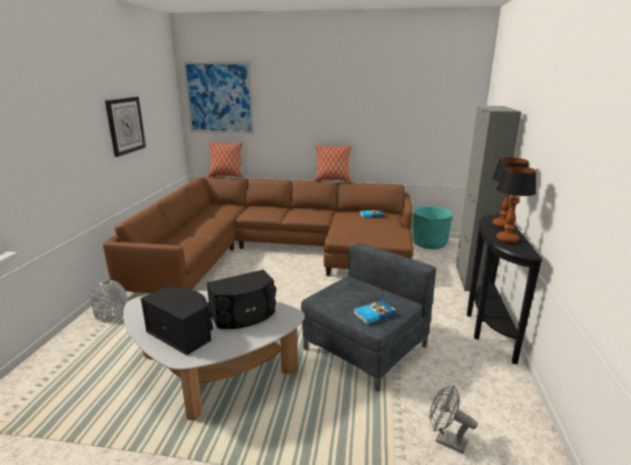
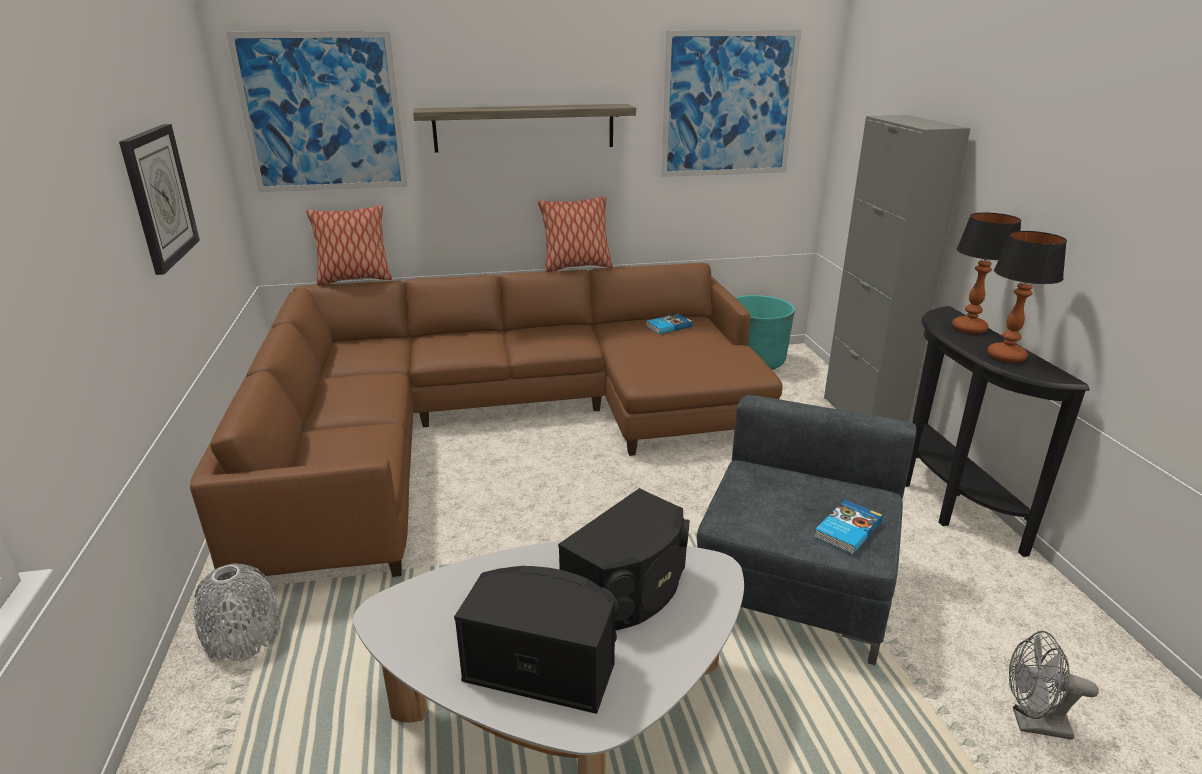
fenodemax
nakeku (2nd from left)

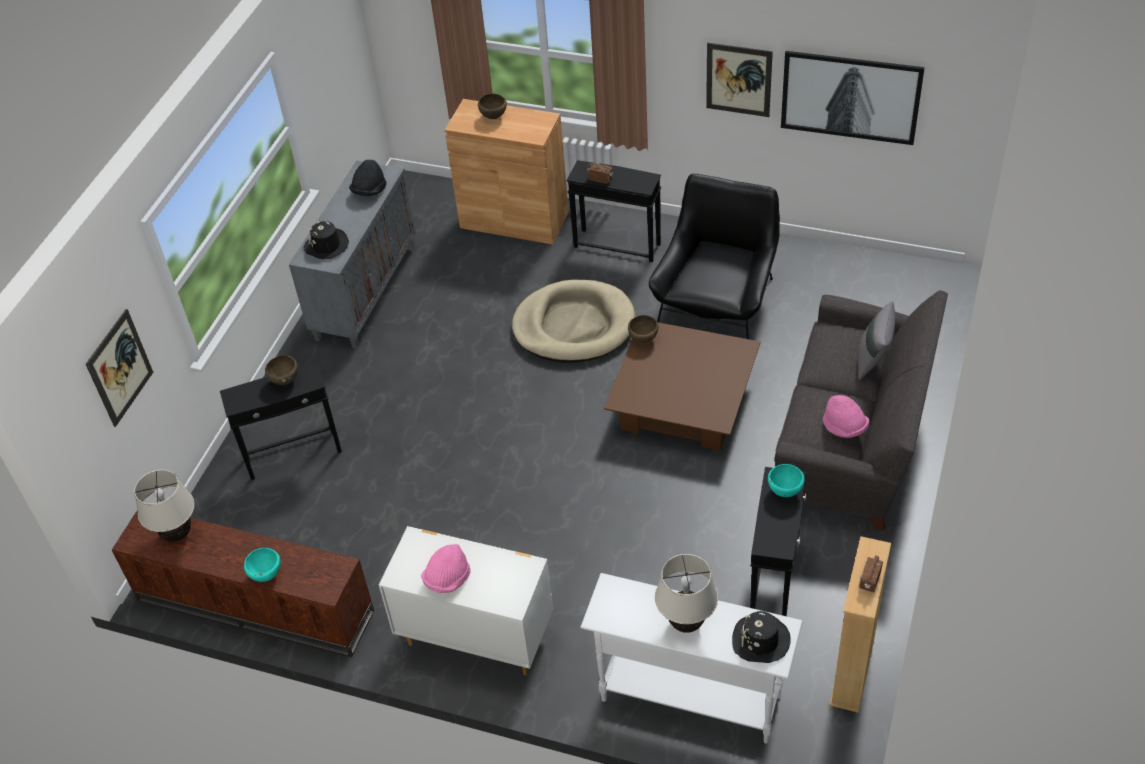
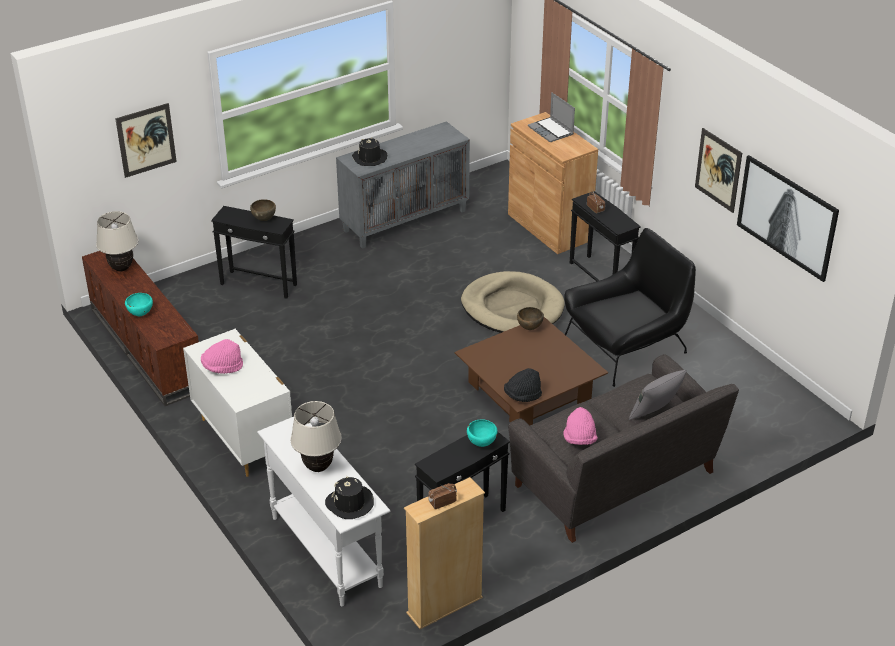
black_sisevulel (3rd from left)
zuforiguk

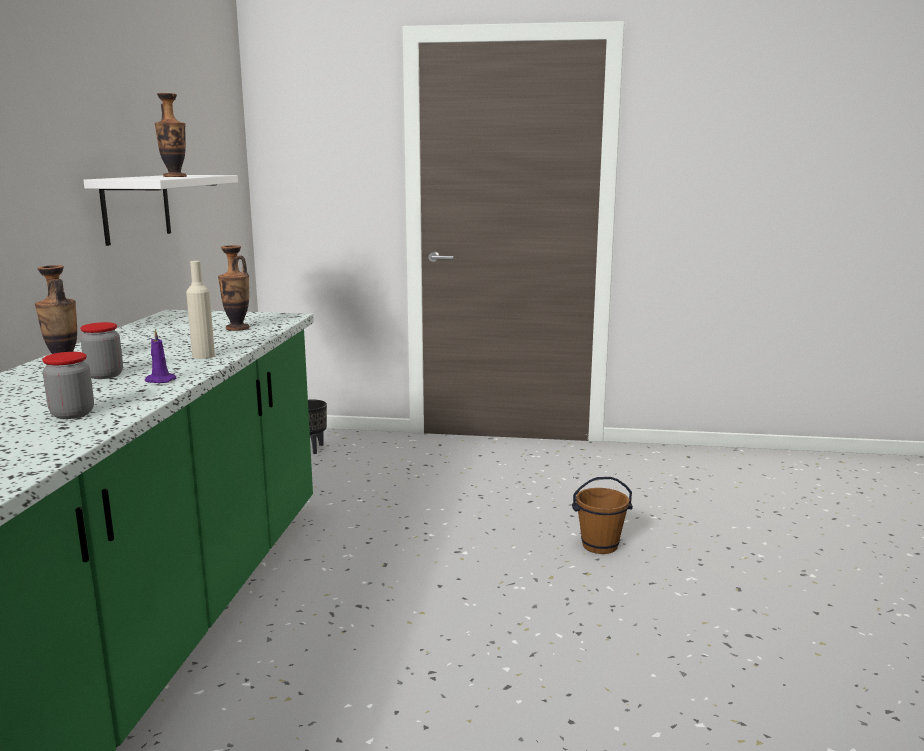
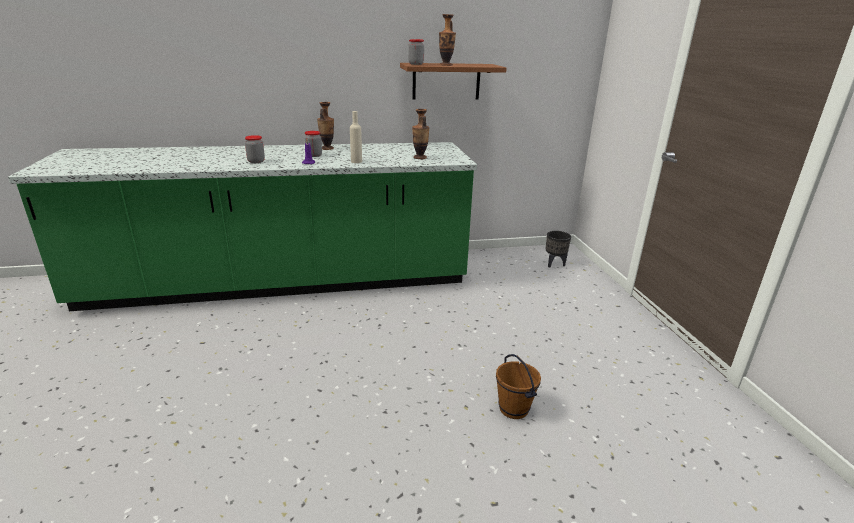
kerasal (3rd from left)
brown_fenodemax

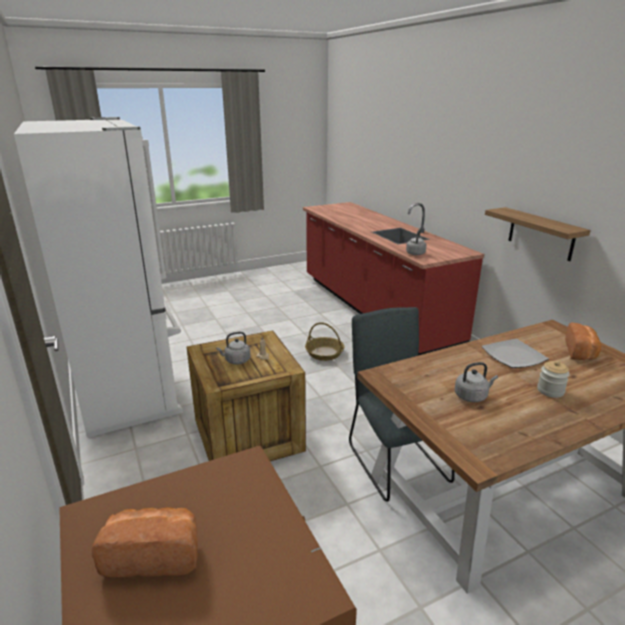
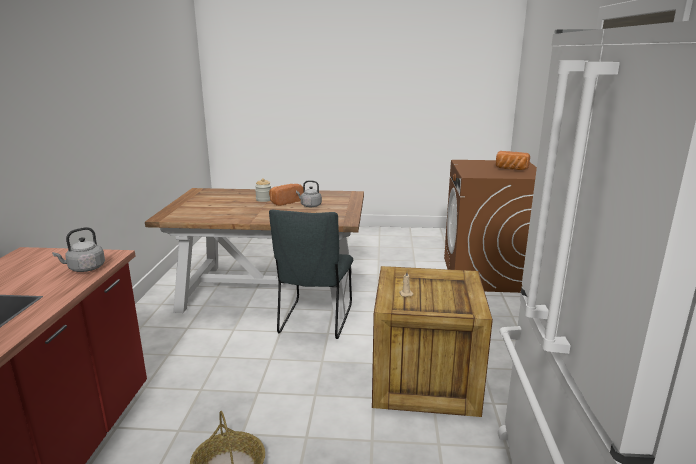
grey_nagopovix (1st from left in the first image)
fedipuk
fenodemax
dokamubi (1st from left)

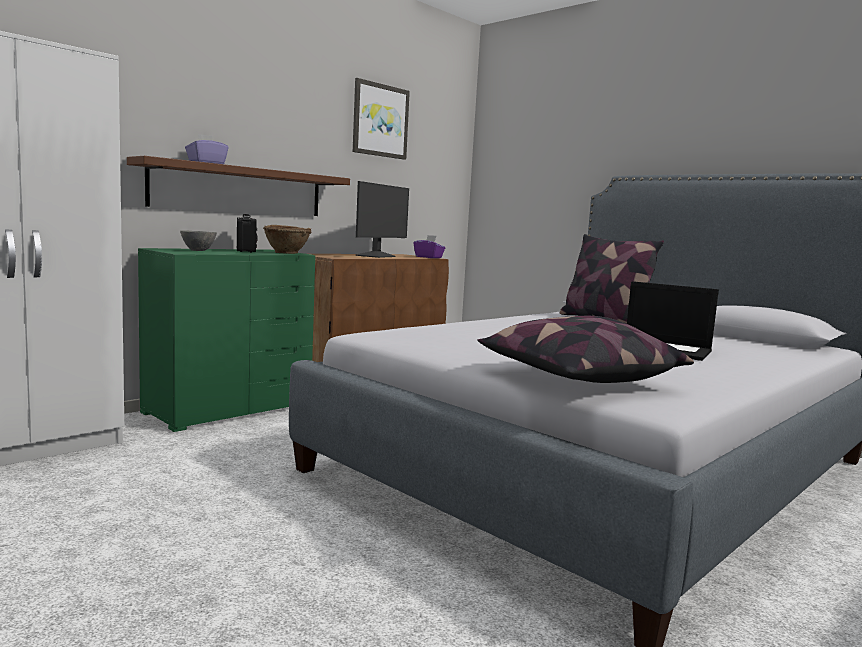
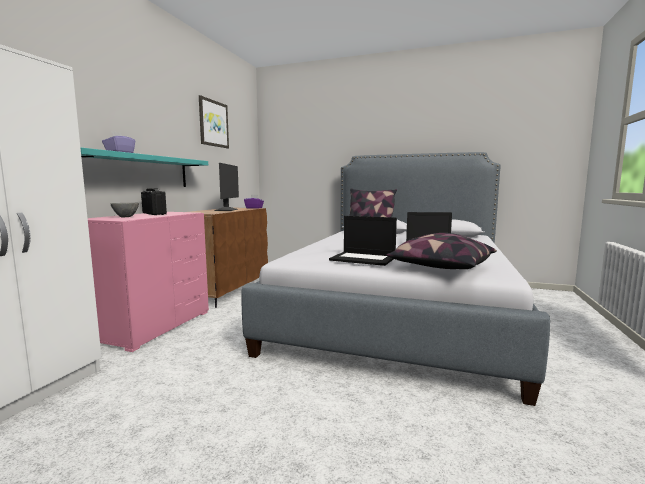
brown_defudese
zuforiguk (1st from left)
turquoise_fenodemax
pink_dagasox

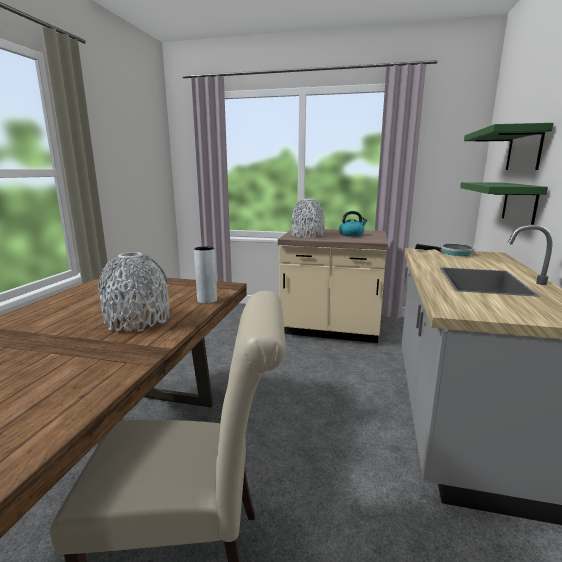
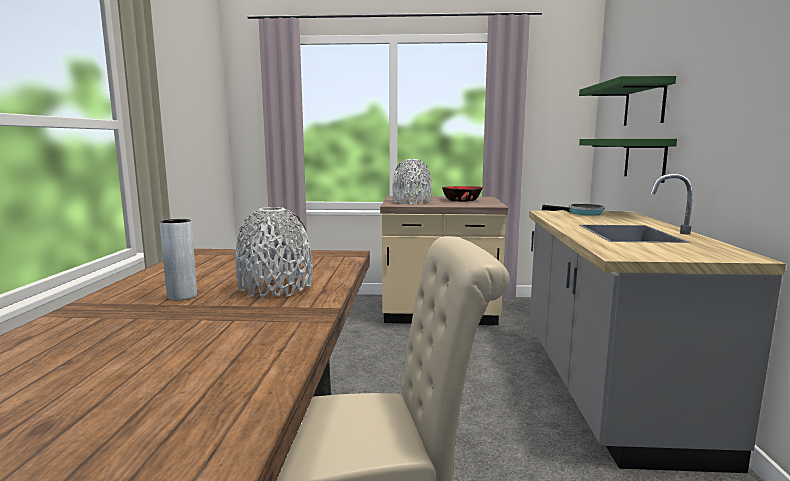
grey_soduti (1st from left)
defudese

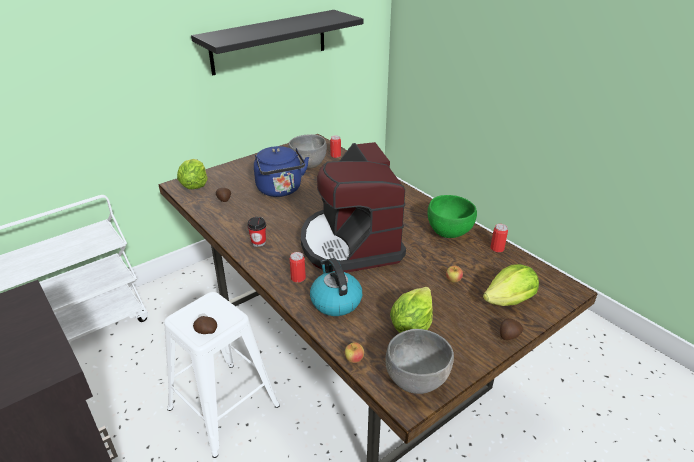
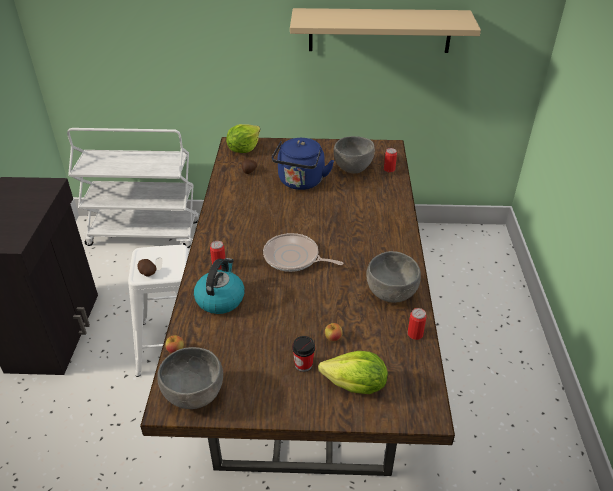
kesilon (2nd from left in the first image)
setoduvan (3rd from left in the first image)
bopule
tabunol
beige_fenodemax
grey_defudese (3rd from left)

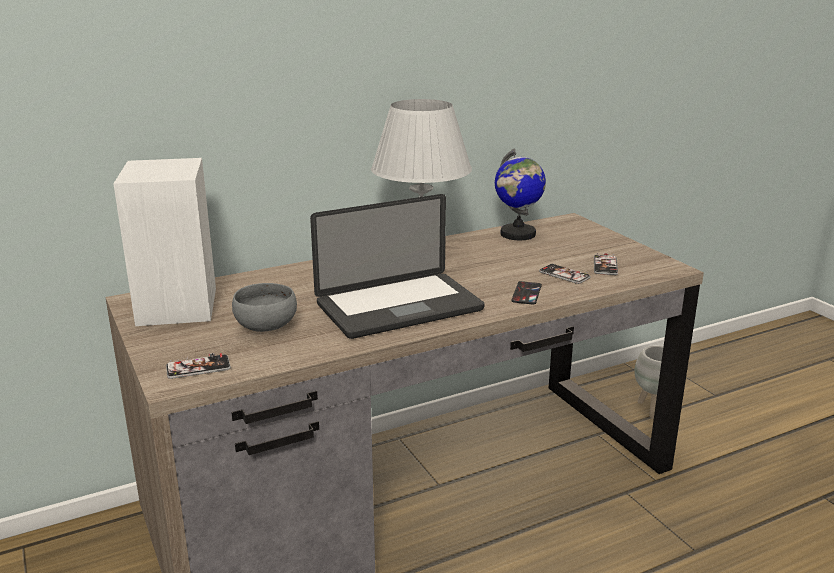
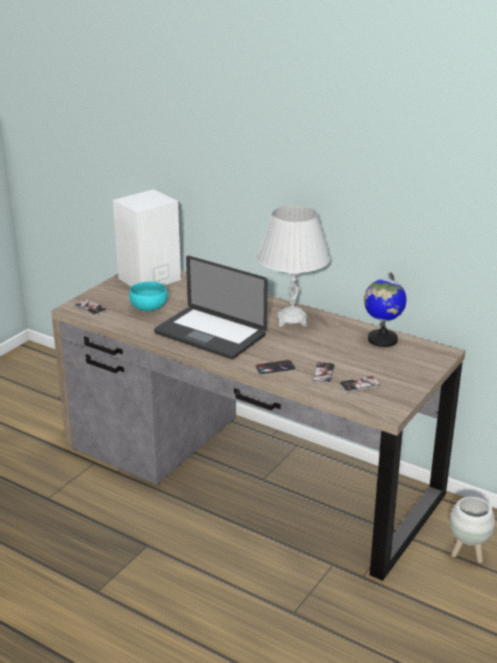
turquoise_defudese

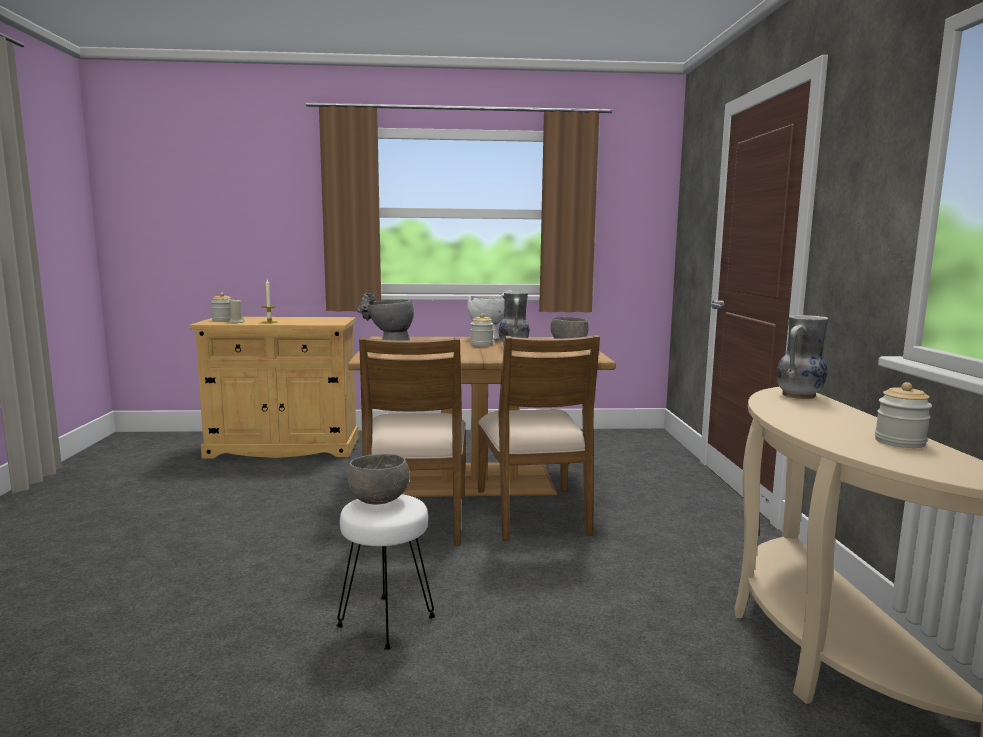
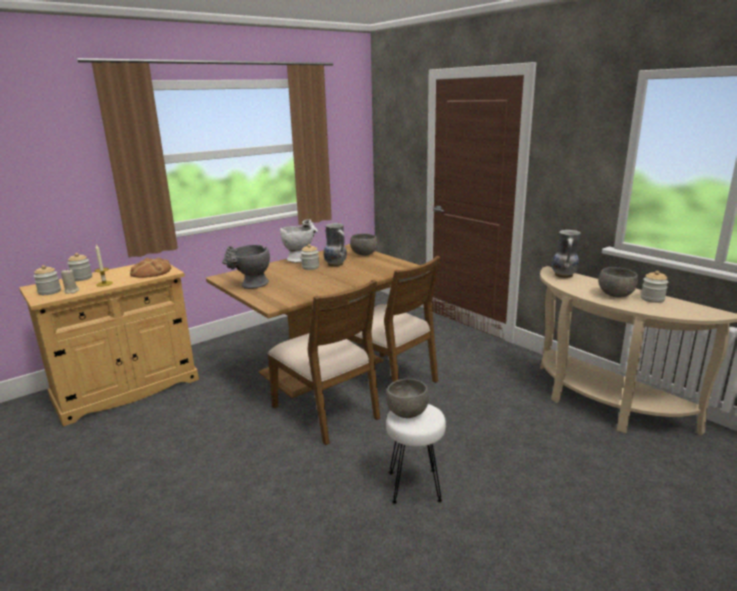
kerasal (2nd from left)
dokamubi
grey_defudese (3rd from left)

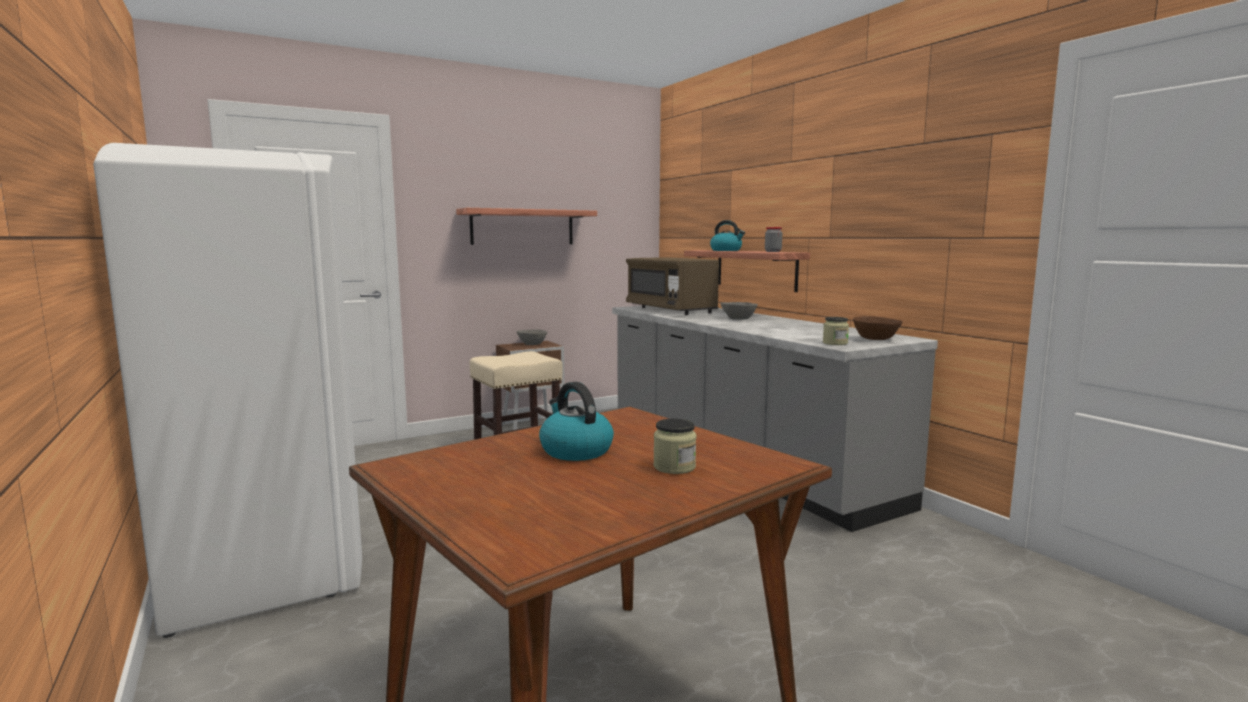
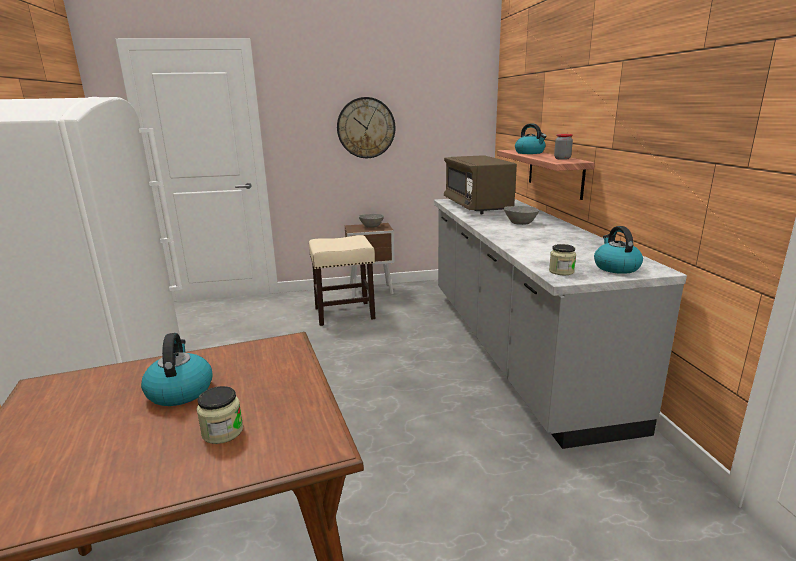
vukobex
nagopovix (3rd from left)

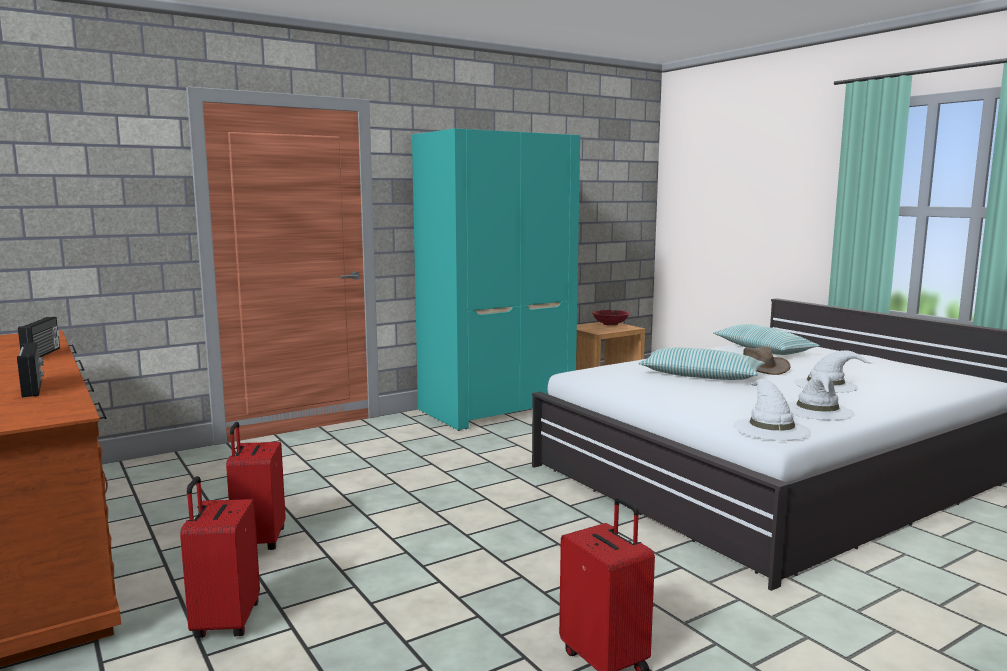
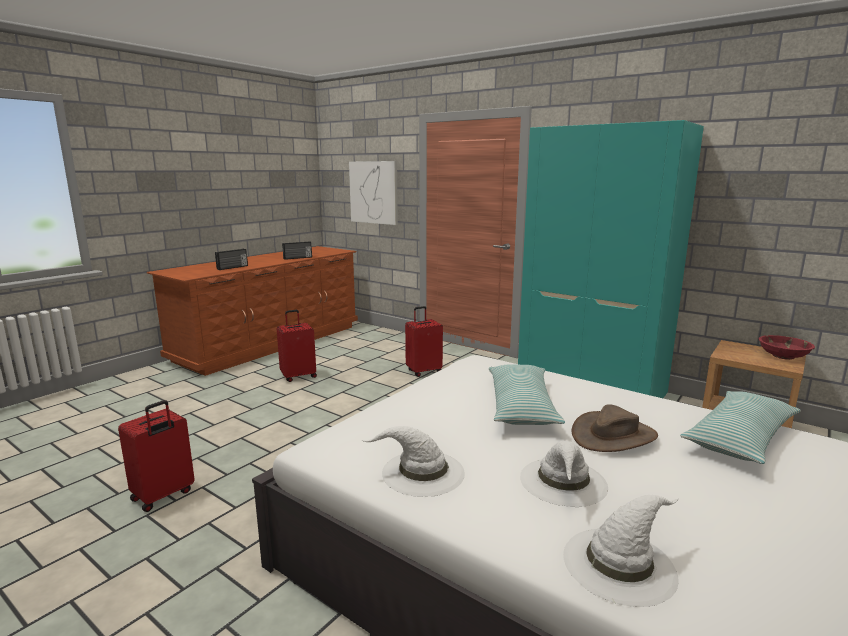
nakeku
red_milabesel (3rd from left)
white_sisevulel (3rd from left)

